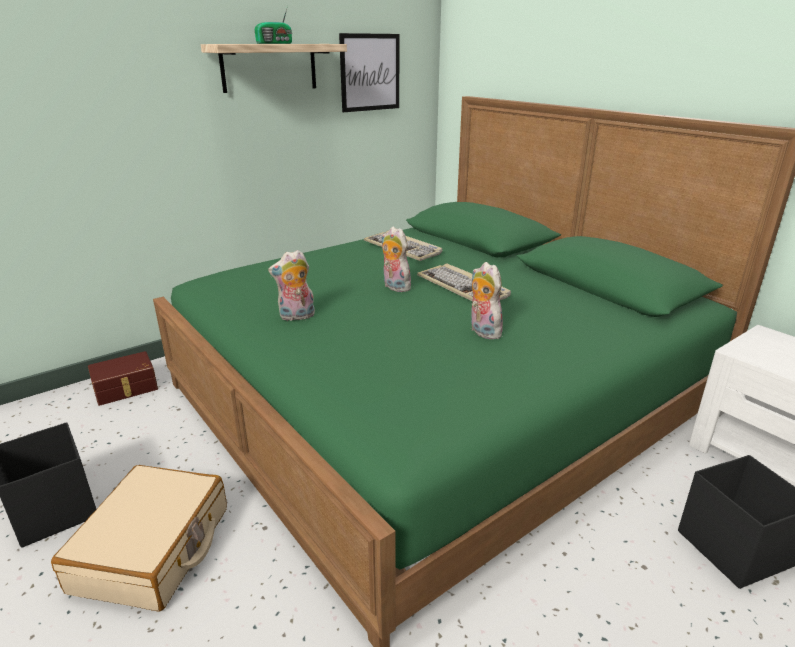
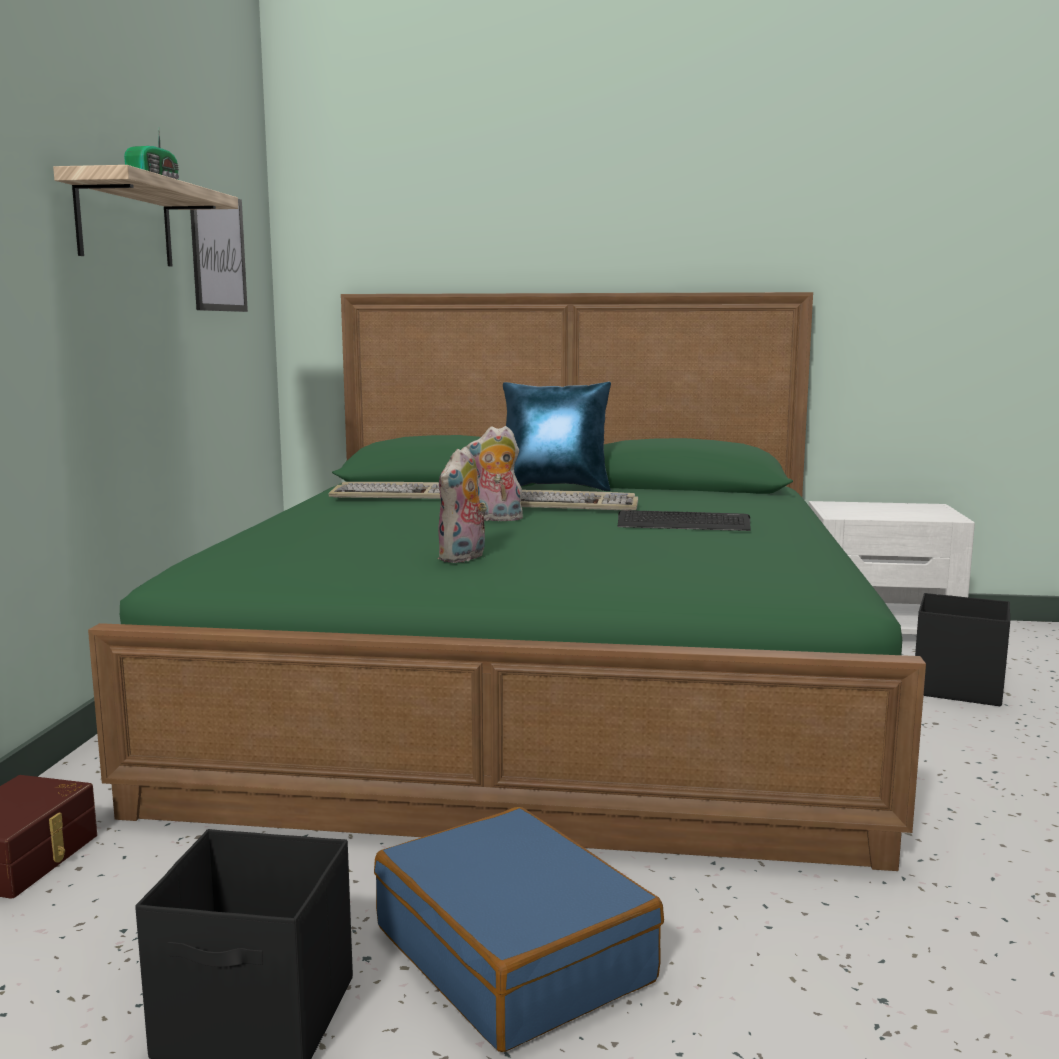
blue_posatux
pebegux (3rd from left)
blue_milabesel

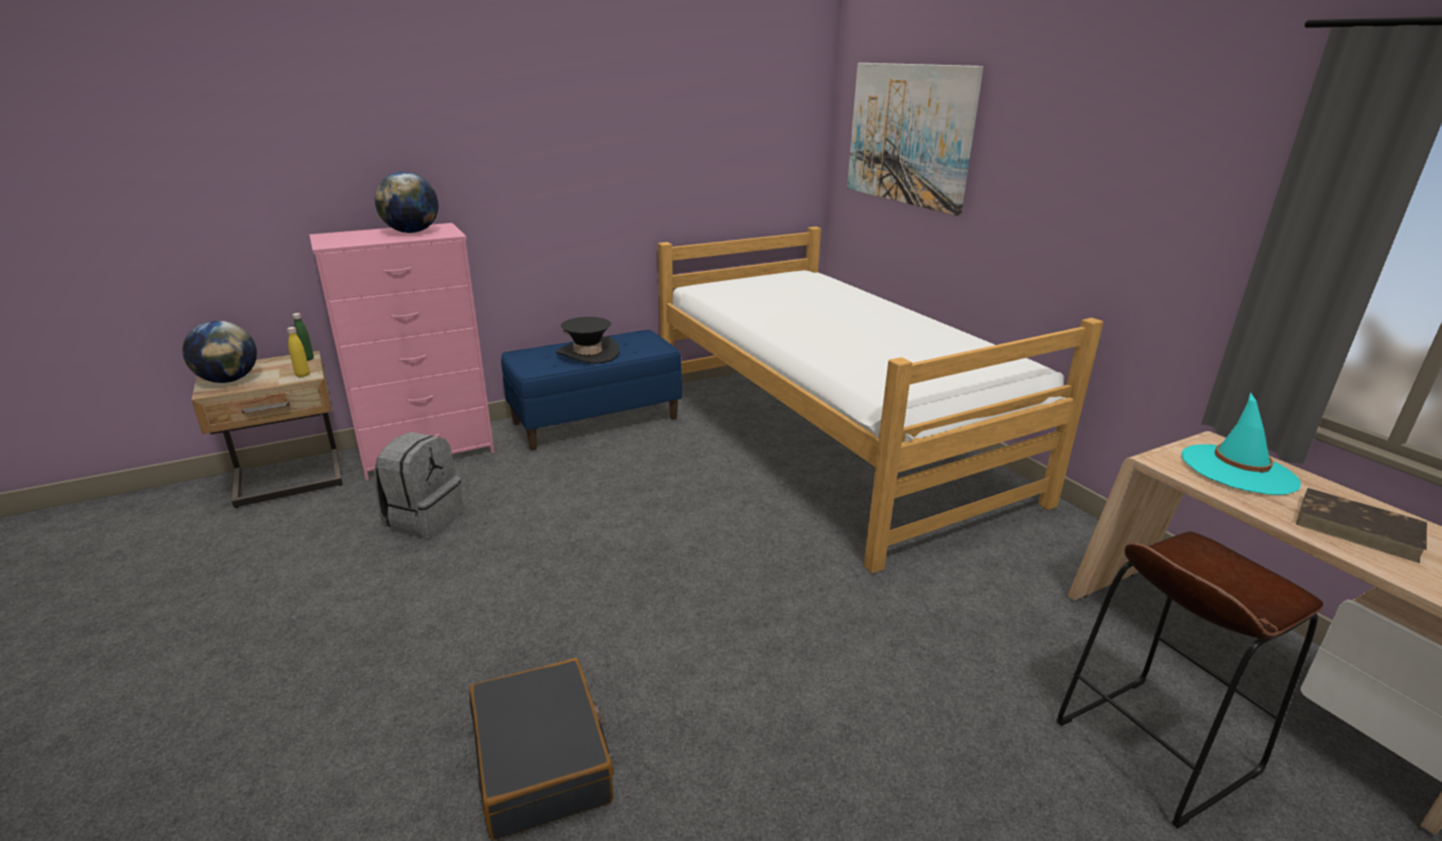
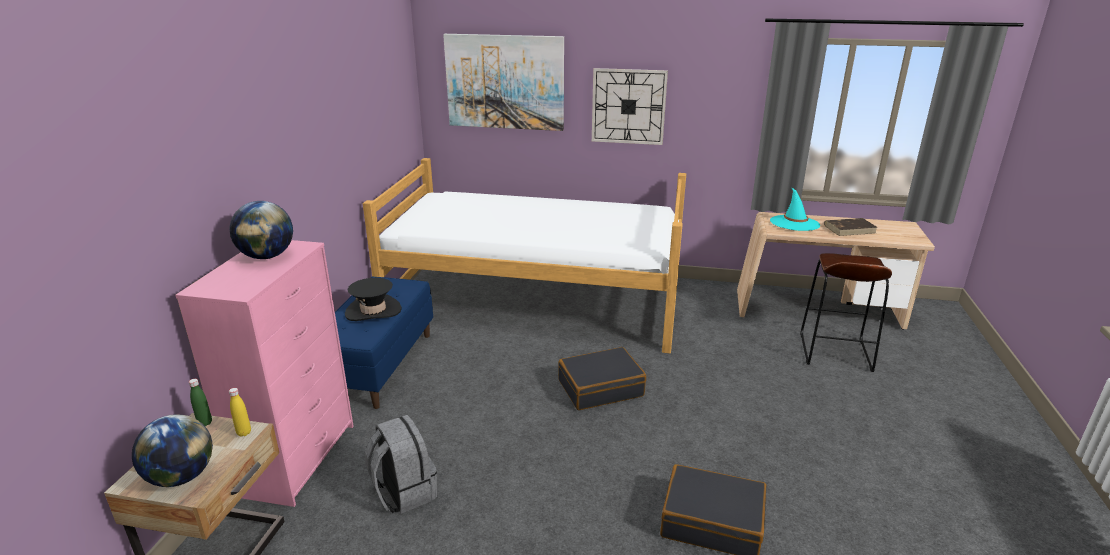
black_milabesel (1st from left)
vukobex

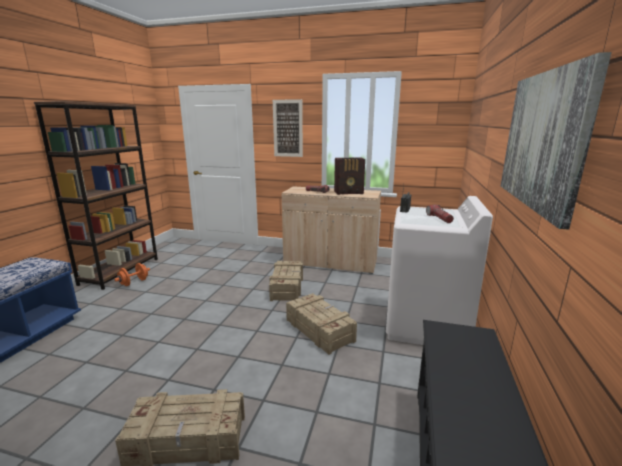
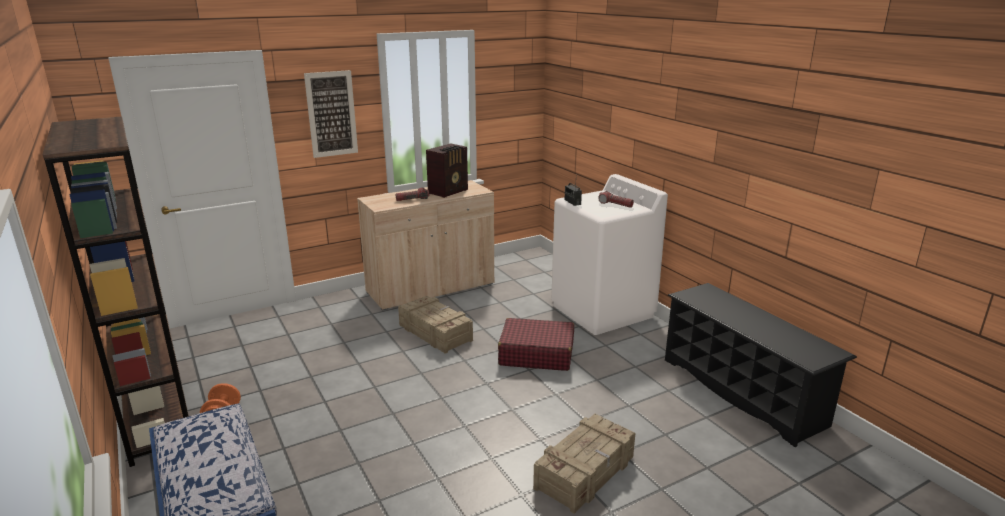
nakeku (2nd from left in the first image)
red_milabesel

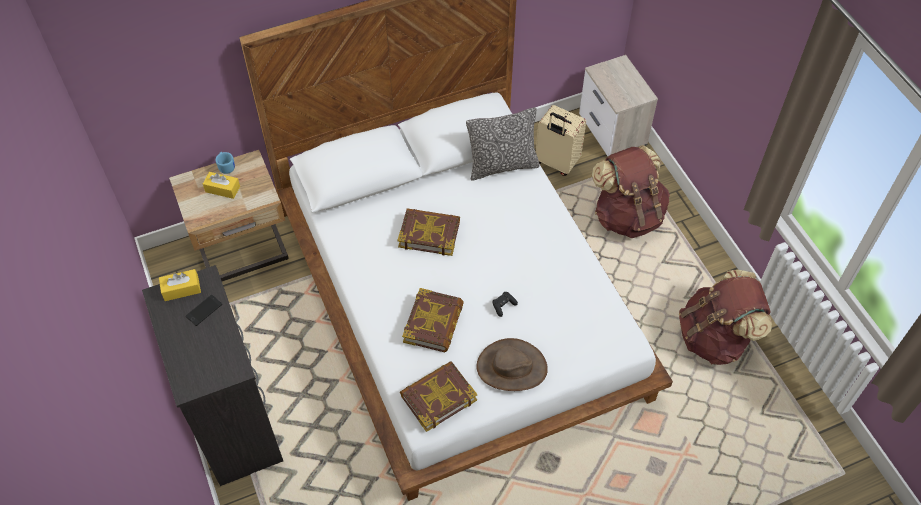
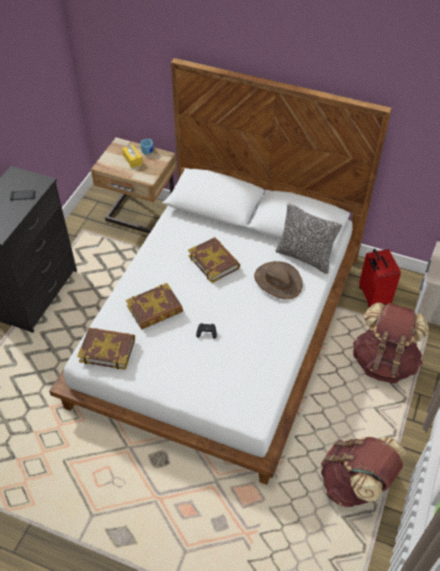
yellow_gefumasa (1st from left in the first image)
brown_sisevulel
red_milabesel

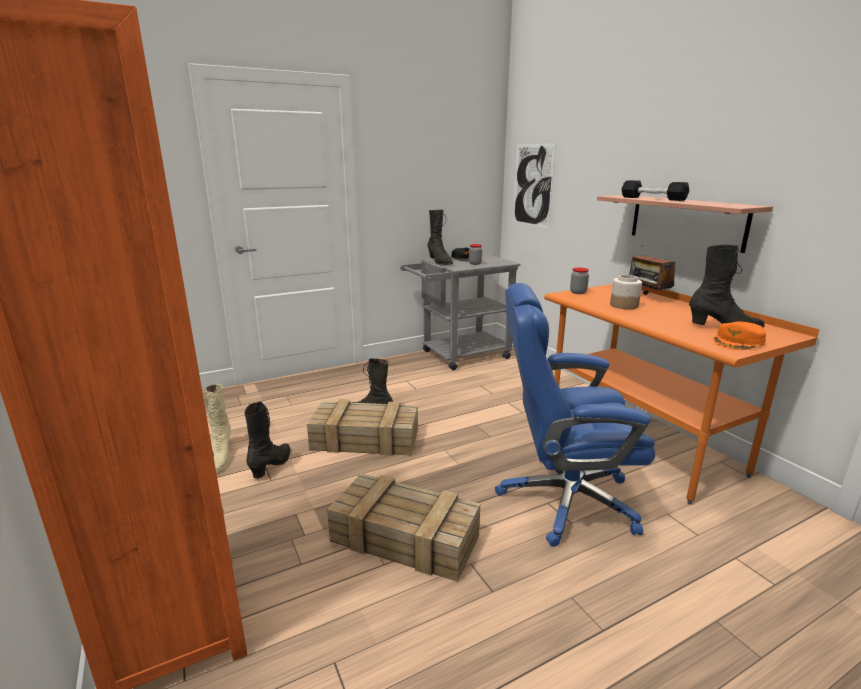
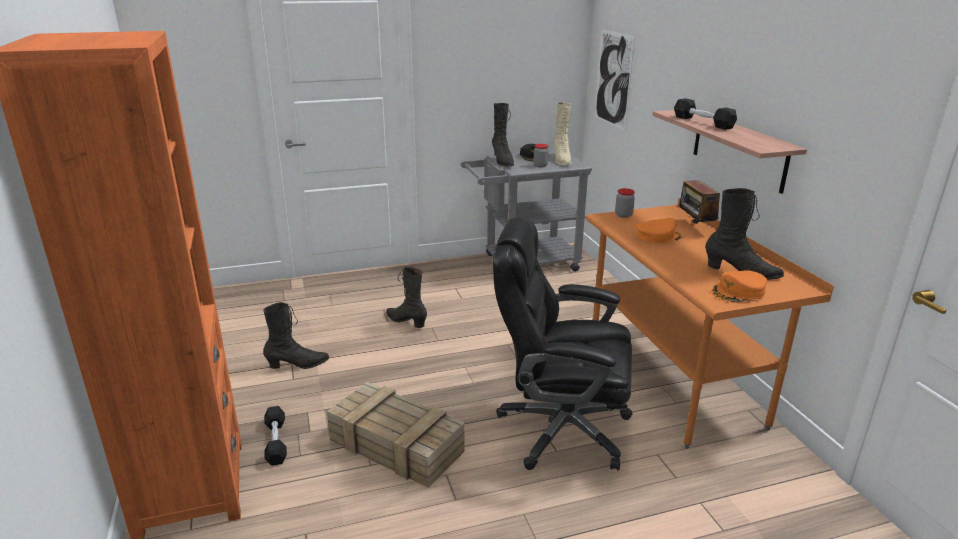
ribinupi (1st from left in the first image)
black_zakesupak (1st from left)
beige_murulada
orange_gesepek (1st from left)
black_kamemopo
black_murulada (1st from left)

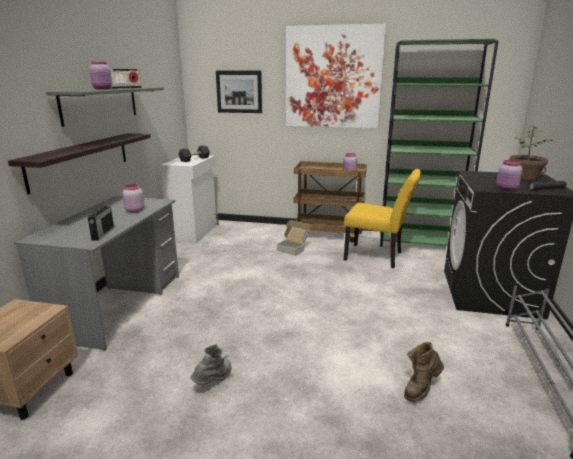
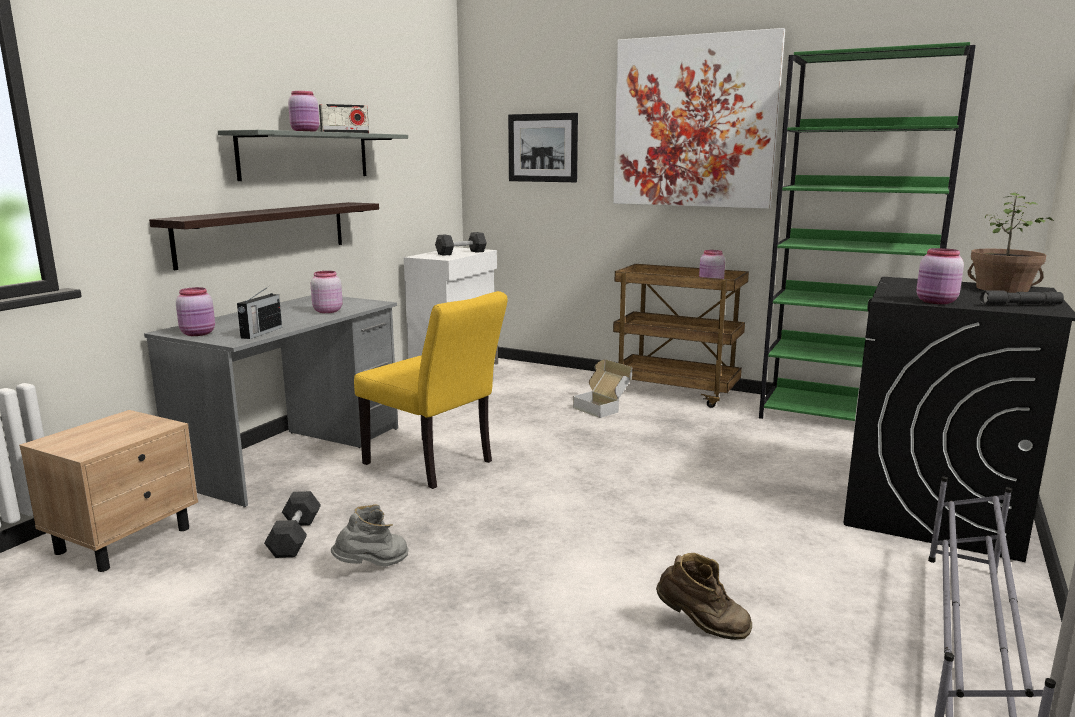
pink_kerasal (1st from left)
black_zakesupak (1st from left)
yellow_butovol
brown_murulada

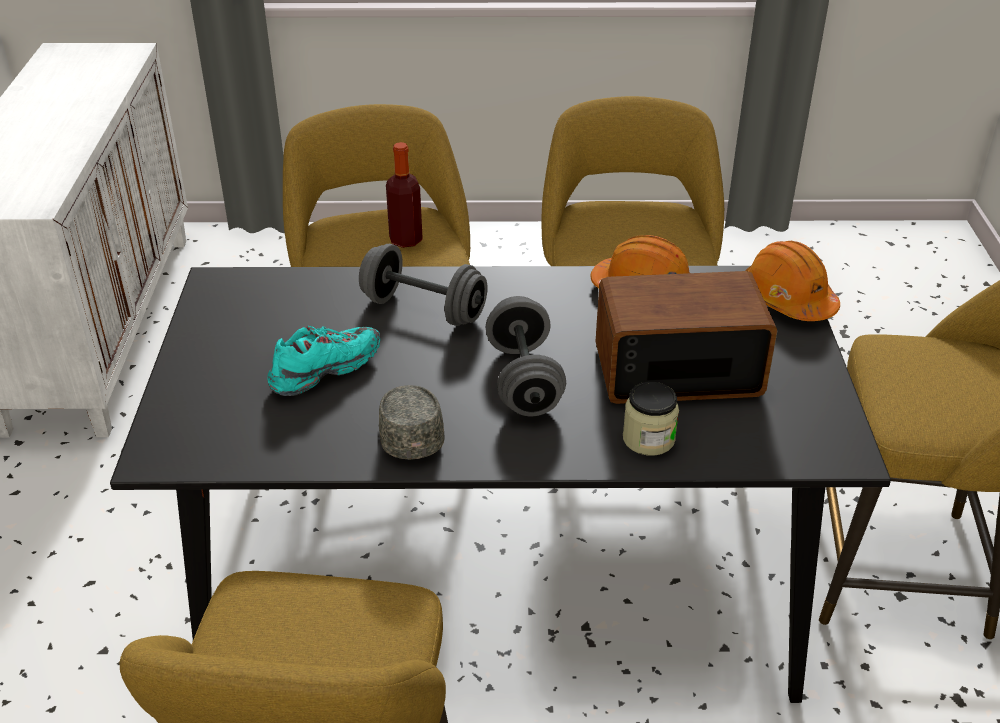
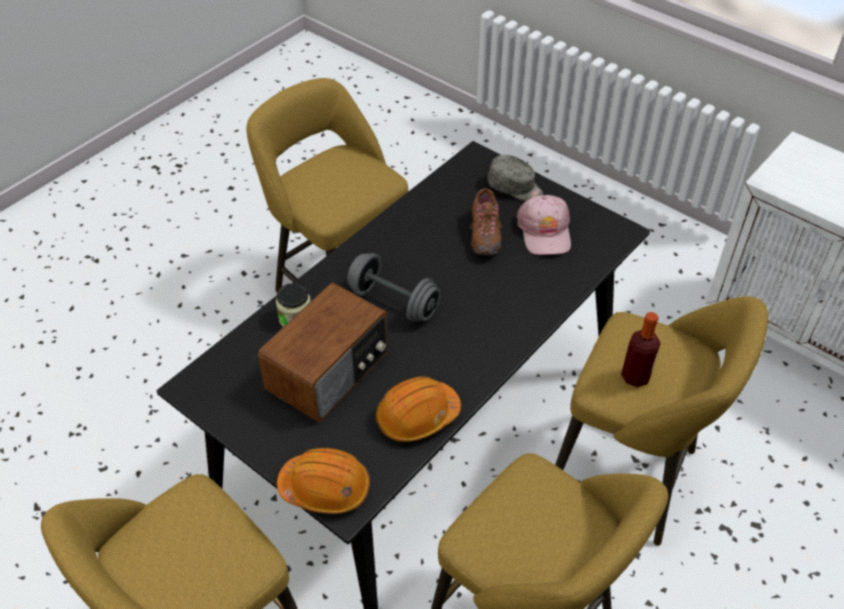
grey_zakesupak (1st from left in the first image)
pink_gesepek
grey_gesepek
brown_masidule

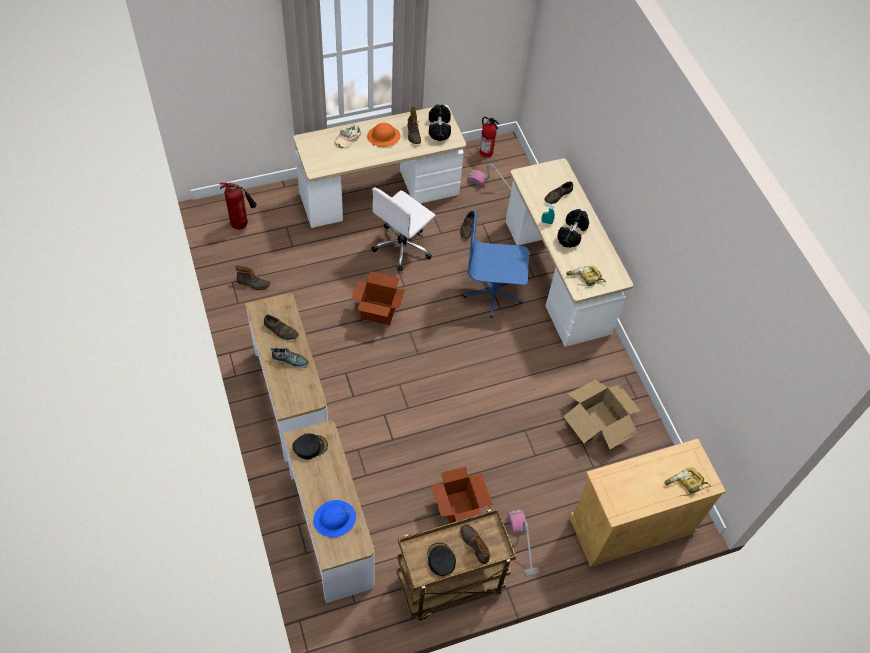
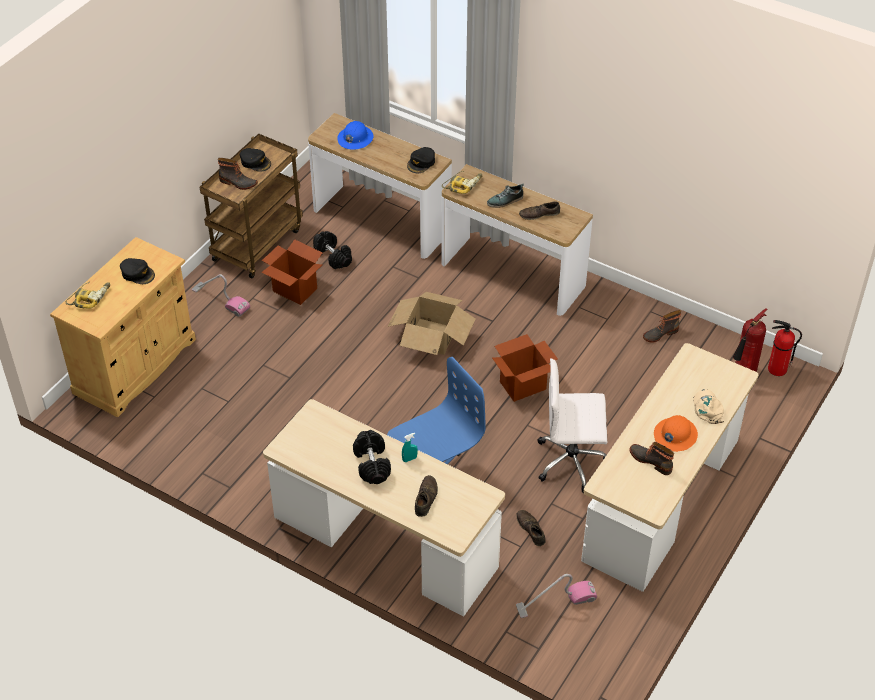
black_gesepek (1st from left)
black_zakesupak (1st from left)
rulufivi (2nd from left)
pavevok (2nd from left)
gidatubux (2nd from left)
white_kamemopo

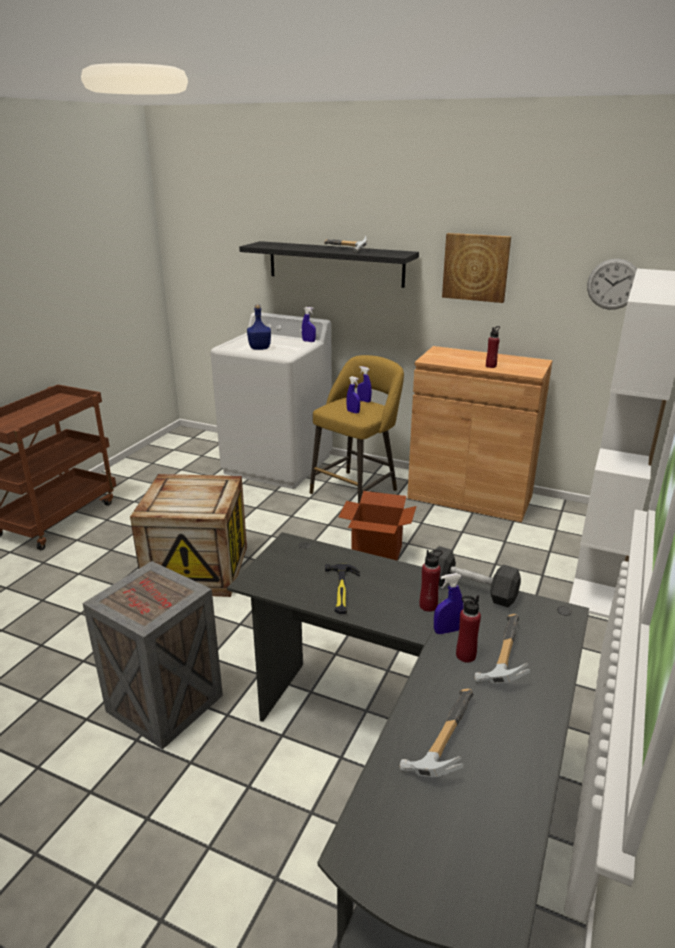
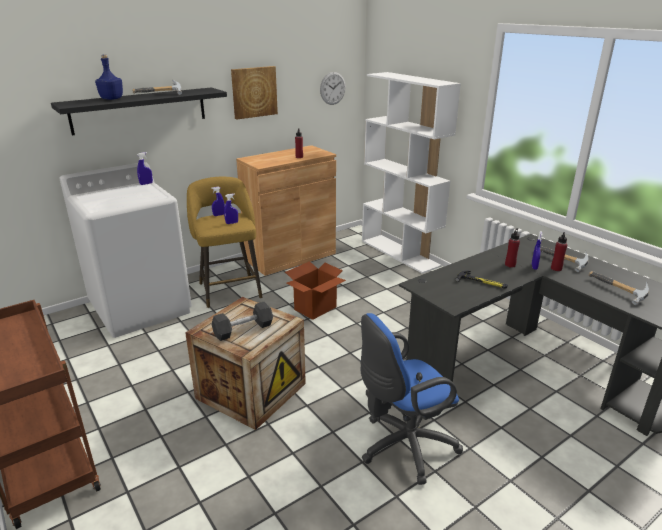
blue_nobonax
black_zakesupak
blue_kamemopo

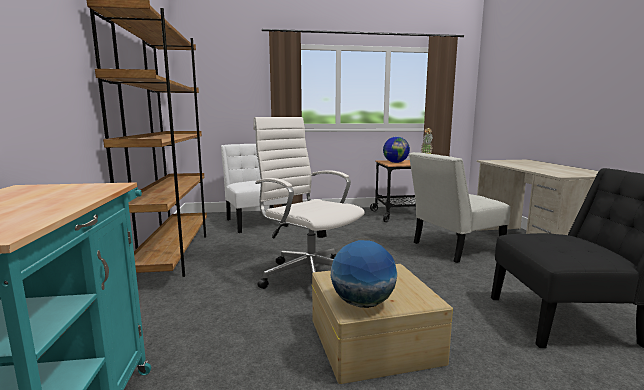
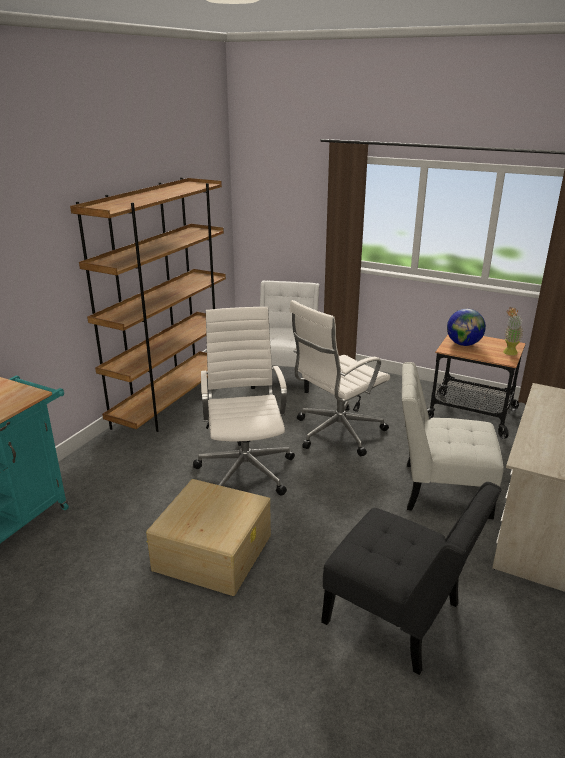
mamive (1st from left in the first image)
white_kamemopo (2nd from left)

